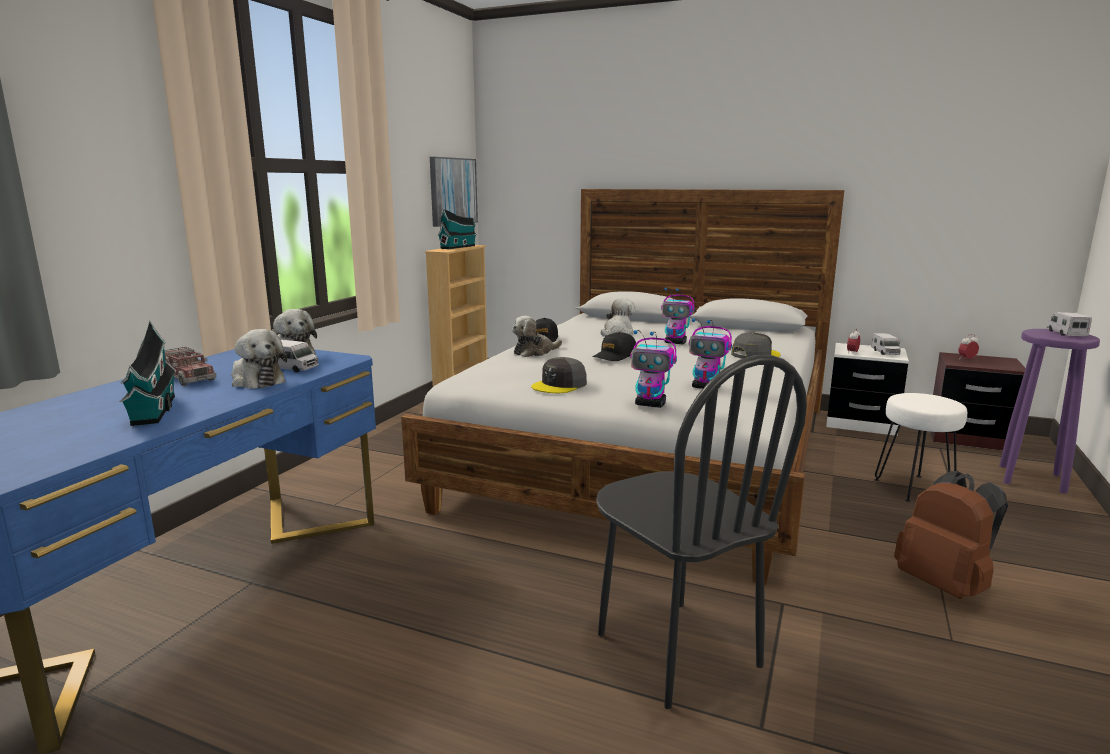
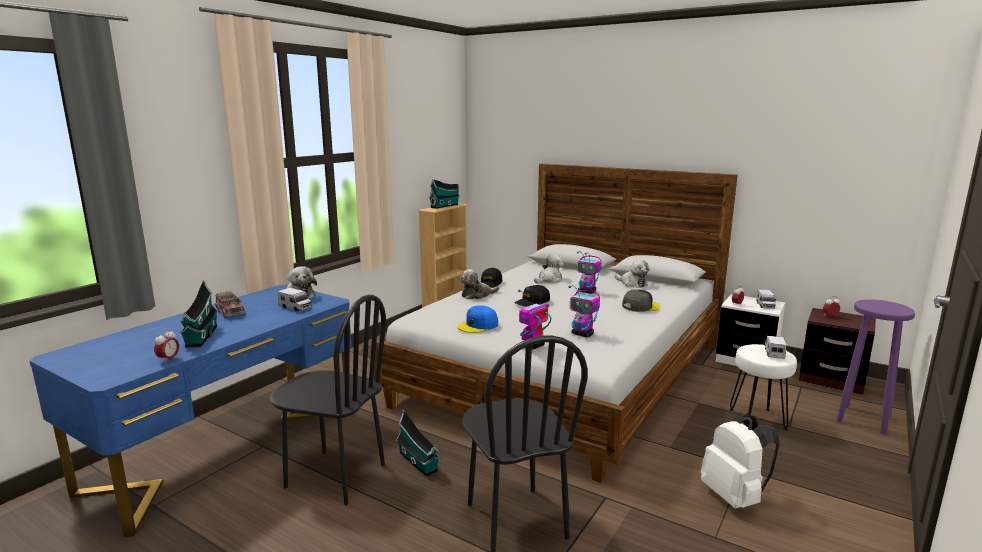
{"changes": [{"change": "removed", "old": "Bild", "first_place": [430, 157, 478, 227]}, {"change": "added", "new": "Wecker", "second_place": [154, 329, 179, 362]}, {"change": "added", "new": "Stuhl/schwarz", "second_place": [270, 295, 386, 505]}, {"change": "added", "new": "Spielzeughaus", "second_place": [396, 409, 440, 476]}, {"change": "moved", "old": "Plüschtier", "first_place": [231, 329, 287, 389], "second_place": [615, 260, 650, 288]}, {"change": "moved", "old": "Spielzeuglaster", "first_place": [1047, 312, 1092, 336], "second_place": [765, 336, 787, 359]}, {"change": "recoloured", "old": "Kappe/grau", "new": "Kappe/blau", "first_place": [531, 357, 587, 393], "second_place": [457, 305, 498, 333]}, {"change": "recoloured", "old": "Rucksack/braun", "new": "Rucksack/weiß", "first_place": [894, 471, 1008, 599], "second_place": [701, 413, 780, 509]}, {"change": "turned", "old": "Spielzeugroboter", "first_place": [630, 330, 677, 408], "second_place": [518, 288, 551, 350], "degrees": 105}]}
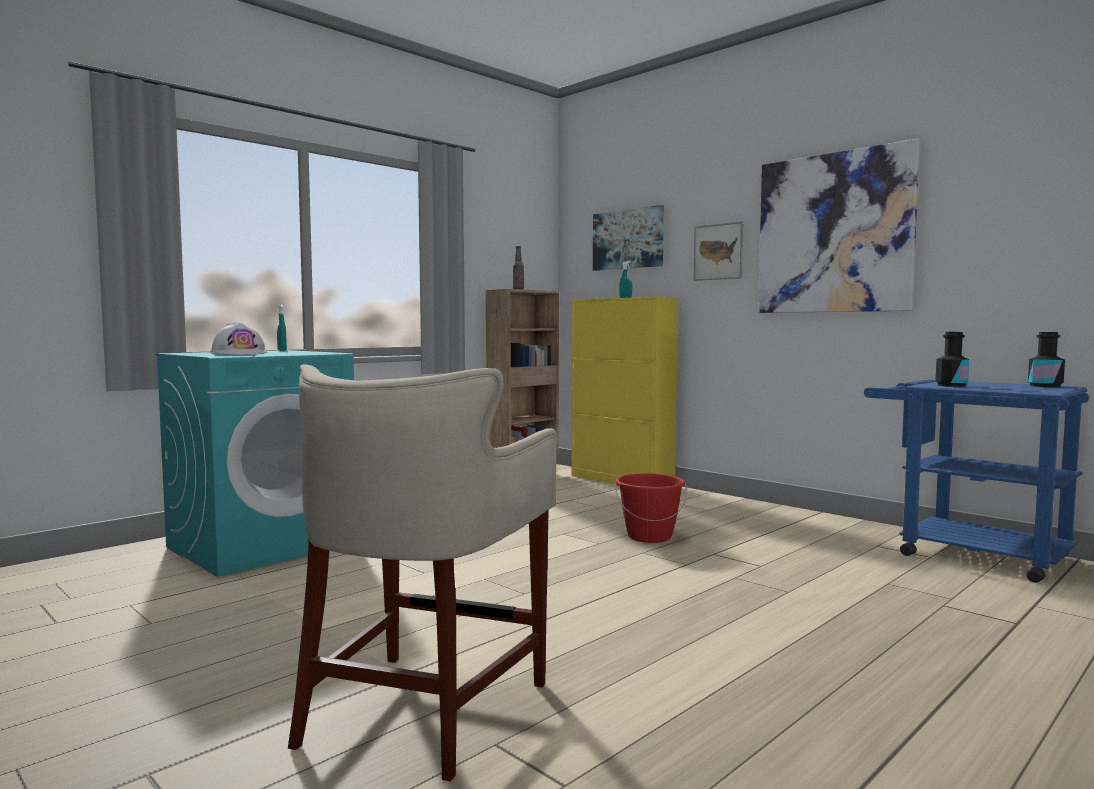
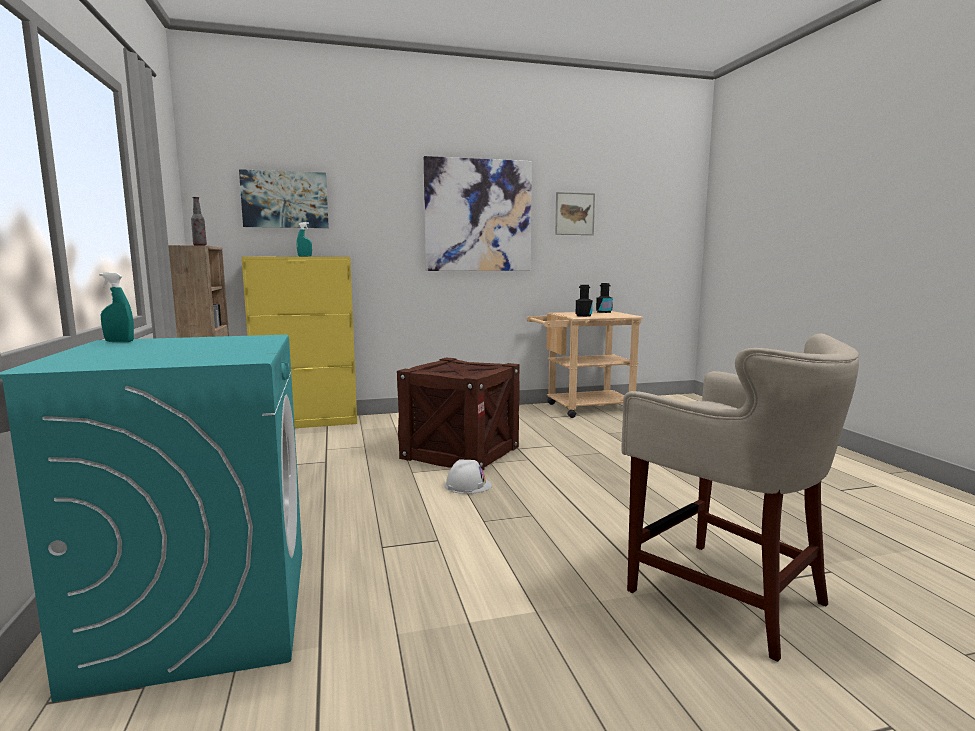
{"changes": [{"change": "moved", "old": "Schutzhelm/weiß", "first_place": [211, 322, 267, 355], "second_place": [445, 459, 492, 494]}, {"change": "moved", "old": "Bild", "first_place": [693, 221, 744, 281], "second_place": [555, 192, 595, 235]}, {"change": "replaced", "old": "Eimer/rot", "new": "Kiste", "first_place": [615, 474, 687, 543], "second_place": [397, 357, 520, 470]}, {"change": "recoloured", "old": "Rollwagen/blau", "new": "Rollwagen/beige", "first_place": [864, 380, 1089, 583], "second_place": [527, 311, 643, 418]}]}
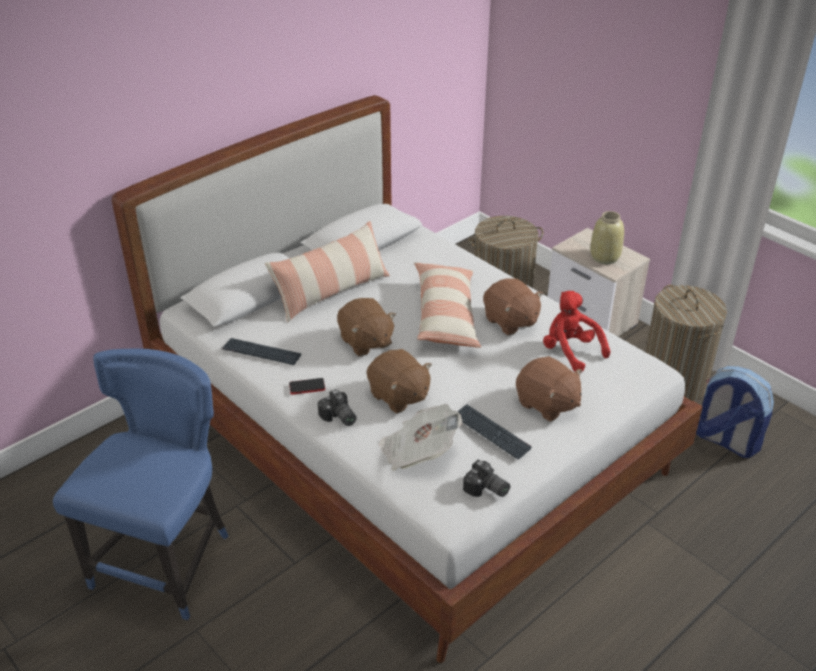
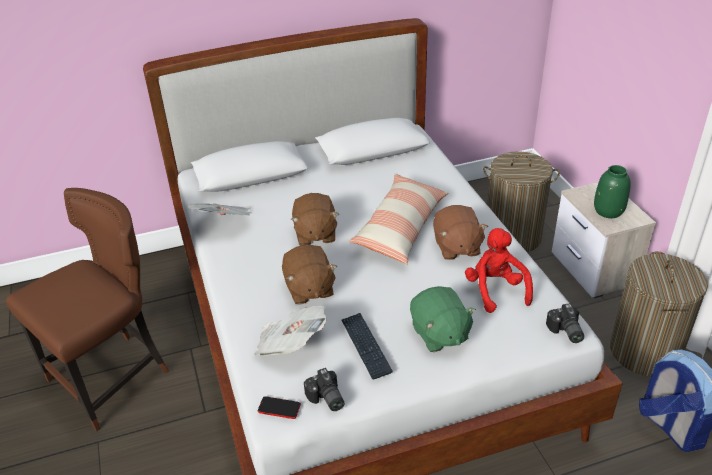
{"changes": [{"change": "removed", "old": "Kissen", "first_place": [265, 221, 390, 322]}, {"change": "moved", "old": "Handy", "first_place": [289, 378, 325, 394], "second_place": [258, 396, 301, 419]}, {"change": "moved", "old": "Kamera", "first_place": [318, 389, 357, 426], "second_place": [546, 304, 584, 343]}, {"change": "replaced", "old": "Tastatur", "new": "Zeitung", "first_place": [222, 338, 301, 365], "second_place": [188, 203, 252, 215]}, {"change": "recoloured", "old": "Stuhl/blau", "new": "Stuhl/braun", "first_place": [53, 349, 229, 620], "second_place": [6, 188, 169, 431]}, {"change": "recoloured", "old": "Plüschtier/braun", "new": "Plüschtier/grün", "first_place": [516, 356, 582, 422], "second_place": [410, 286, 476, 352]}, {"change": "recoloured", "old": "Vase/beige", "new": "Vase/grün", "first_place": [590, 211, 624, 264], "second_place": [594, 165, 631, 218]}]}
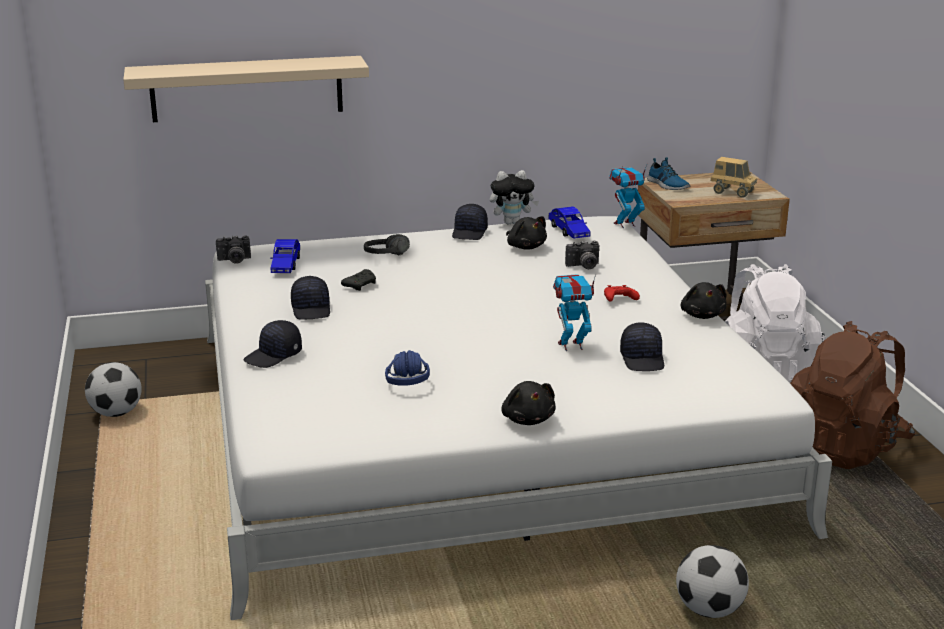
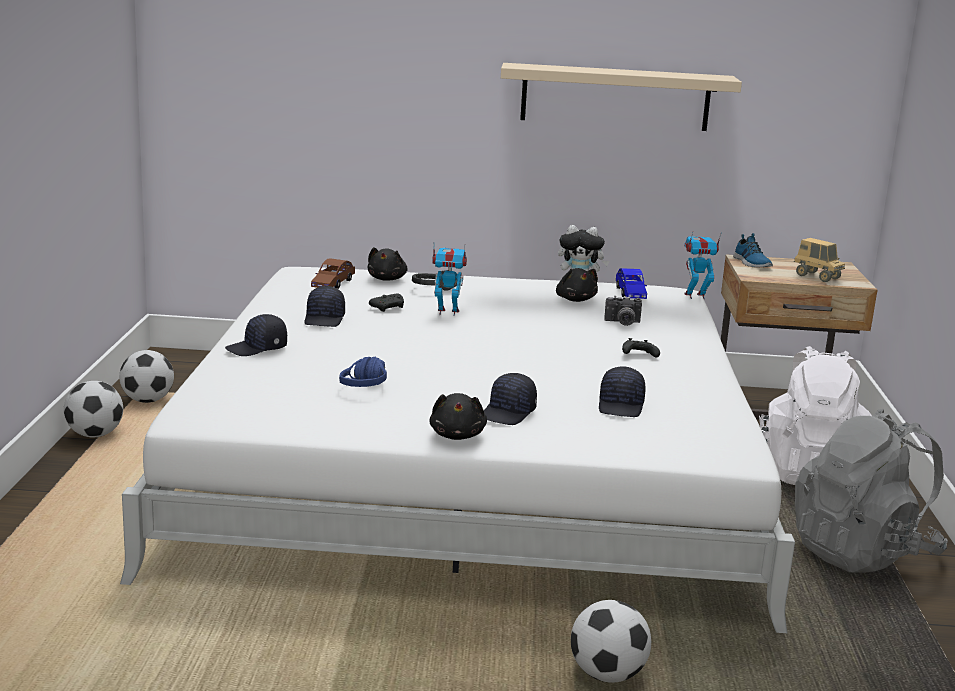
{"changes": [{"change": "removed", "old": "Kamera", "first_place": [216, 235, 251, 264]}, {"change": "added", "new": "Fußball", "second_place": [64, 381, 123, 437]}, {"change": "moved", "old": "Wandregal/beige", "first_place": [123, 56, 369, 122], "second_place": [501, 63, 742, 131]}, {"change": "moved", "old": "Kappe/schwarz", "first_place": [452, 204, 488, 240], "second_place": [484, 373, 537, 425]}, {"change": "moved", "old": "Spielzeugroboter", "first_place": [553, 274, 596, 351], "second_place": [432, 242, 467, 316]}, {"change": "moved", "old": "Plüschtier/schwarz", "first_place": [681, 282, 727, 319], "second_place": [368, 247, 407, 281]}, {"change": "recoloured", "old": "Spielzeugauto/blau", "new": "Spielzeugauto/braun", "first_place": [270, 239, 300, 273], "second_place": [311, 258, 355, 289]}, {"change": "recoloured", "old": "Gamepad/rot", "new": "Gamepad/schwarz", "first_place": [604, 285, 640, 302], "second_place": [622, 338, 660, 357]}, {"change": "recoloured", "old": "Rucksack/braun", "new": "Rucksack/grau", "first_place": [790, 321, 915, 469], "second_place": [795, 409, 948, 573]}]}
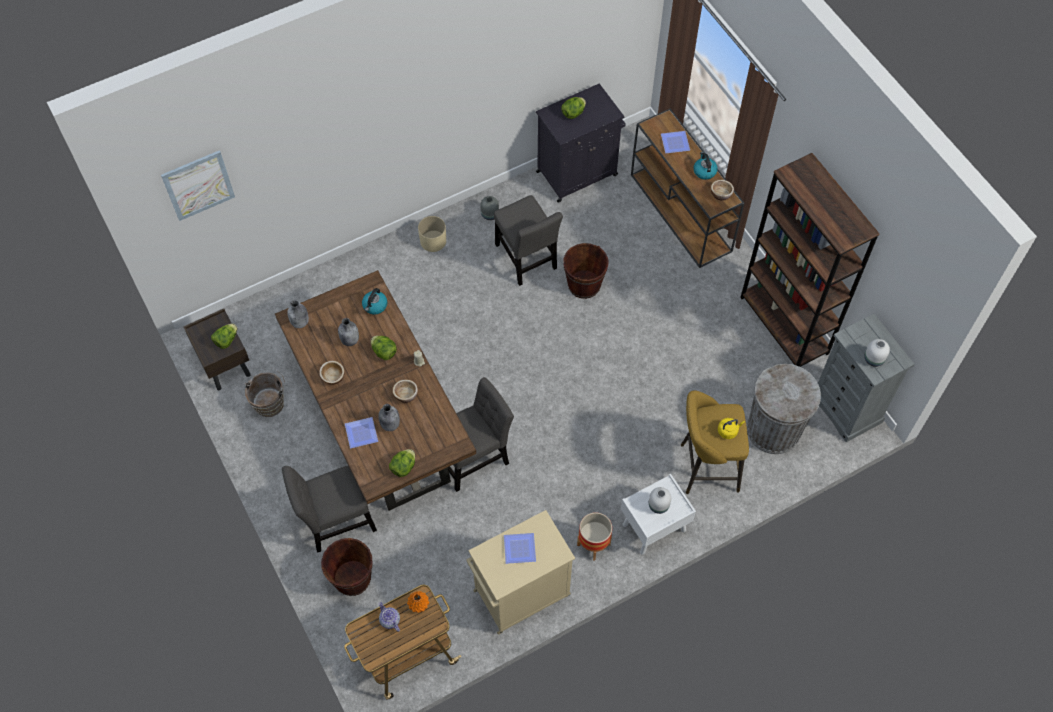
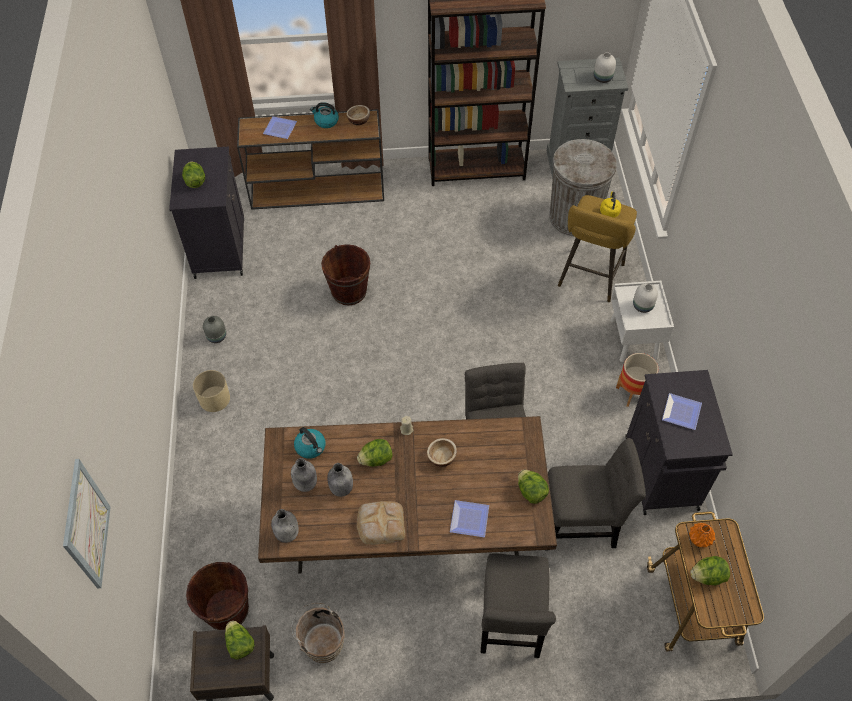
{"changes": [{"change": "moved", "old": "Eimer/braun", "first_place": [321, 538, 372, 596], "second_place": [186, 562, 249, 630]}, {"change": "moved", "old": "Flasche/grau", "first_place": [378, 404, 400, 431], "second_place": [291, 458, 317, 492]}, {"change": "moved", "old": "Stuhl/grau", "first_place": [494, 195, 563, 286], "second_place": [545, 438, 646, 551]}, {"change": "replaced", "old": "Schüssel", "new": "Brot", "first_place": [319, 361, 345, 384], "second_place": [357, 501, 405, 545]}, {"change": "replaced", "old": "Teekanne", "new": "Salatkopf", "first_place": [379, 602, 400, 632], "second_place": [690, 556, 730, 585]}, {"change": "recoloured", "old": "Schrank/beige", "new": "Schrank/schwarz", "first_place": [466, 510, 575, 634], "second_place": [625, 370, 733, 515]}]}
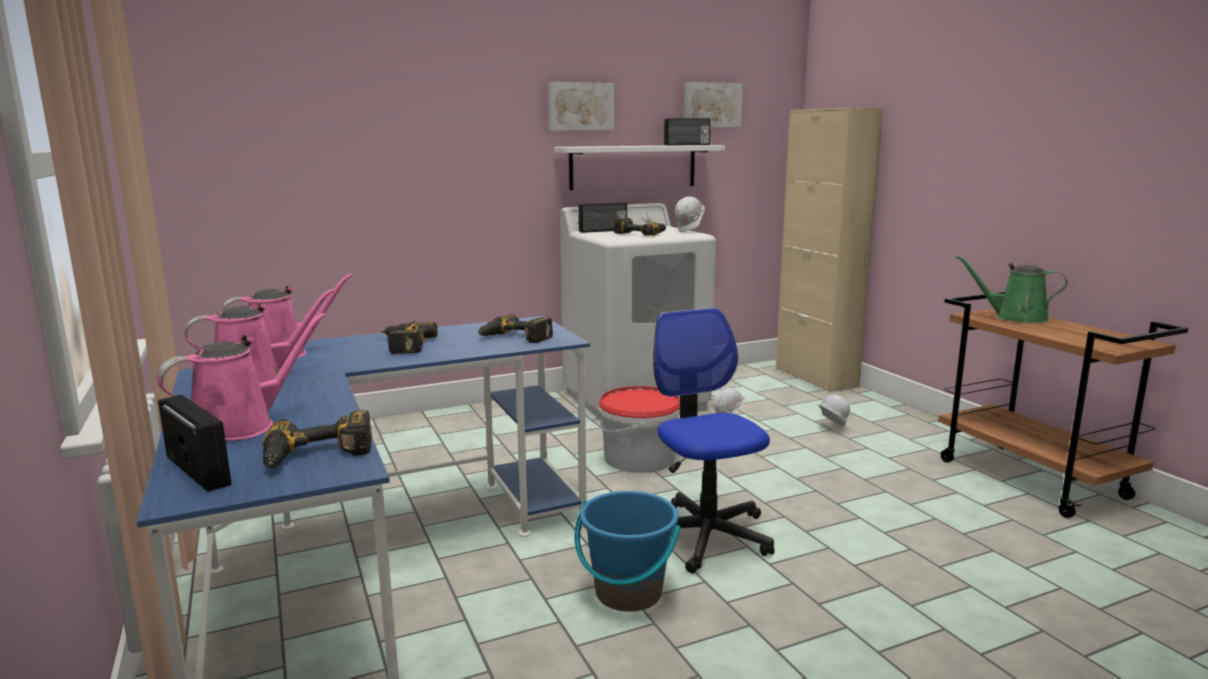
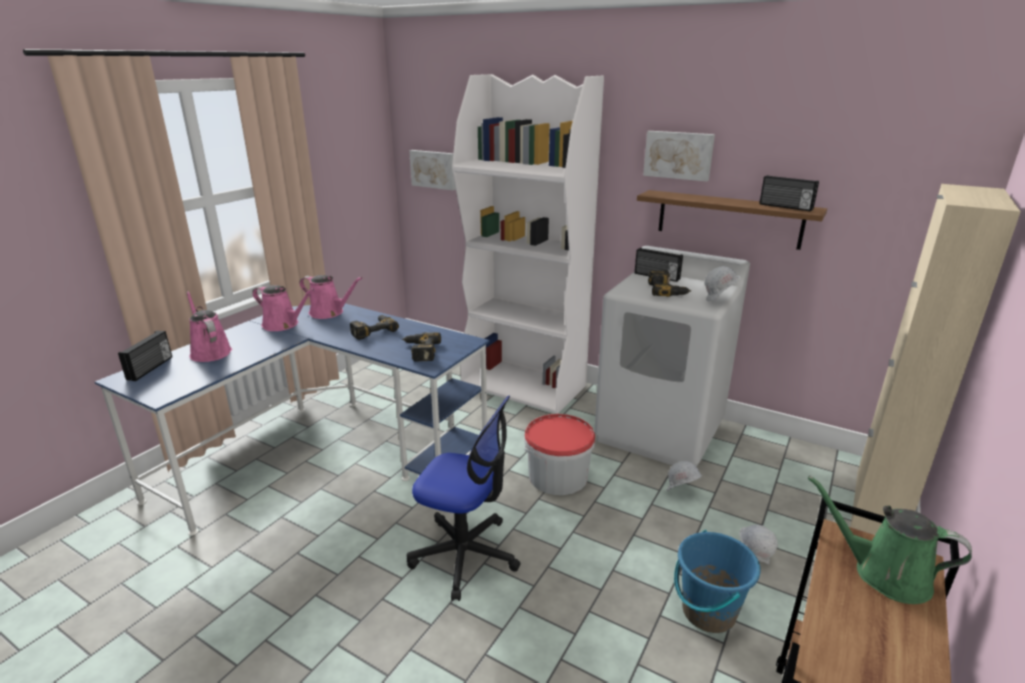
{"changes": [{"change": "removed", "old": "Bohrmaschine", "first_place": [263, 410, 372, 468]}, {"change": "added", "new": "Bücherregal/weiß", "second_place": [452, 74, 604, 414]}, {"change": "moved", "old": "Eimer/blau", "first_place": [574, 491, 681, 612], "second_place": [674, 530, 761, 633]}, {"change": "moved", "old": "Bild", "first_place": [684, 82, 743, 127], "second_place": [409, 150, 456, 190]}, {"change": "recoloured", "old": "Wandregal/weiß", "new": "Wandregal/braun", "first_place": [554, 145, 725, 190], "second_place": [637, 190, 827, 250]}, {"change": "turned", "old": "Gießkanne/rosa", "first_place": [156, 313, 326, 441], "second_place": [187, 291, 232, 362], "degrees": -135}, {"change": "turned", "old": "Bürostuhl", "first_place": [653, 308, 775, 573], "second_place": [406, 396, 521, 601], "degrees": 75}, {"change": "turned", "old": "Gießkanne/grün", "first_place": [956, 255, 1068, 323], "second_place": [808, 475, 972, 604], "degrees": -45}]}
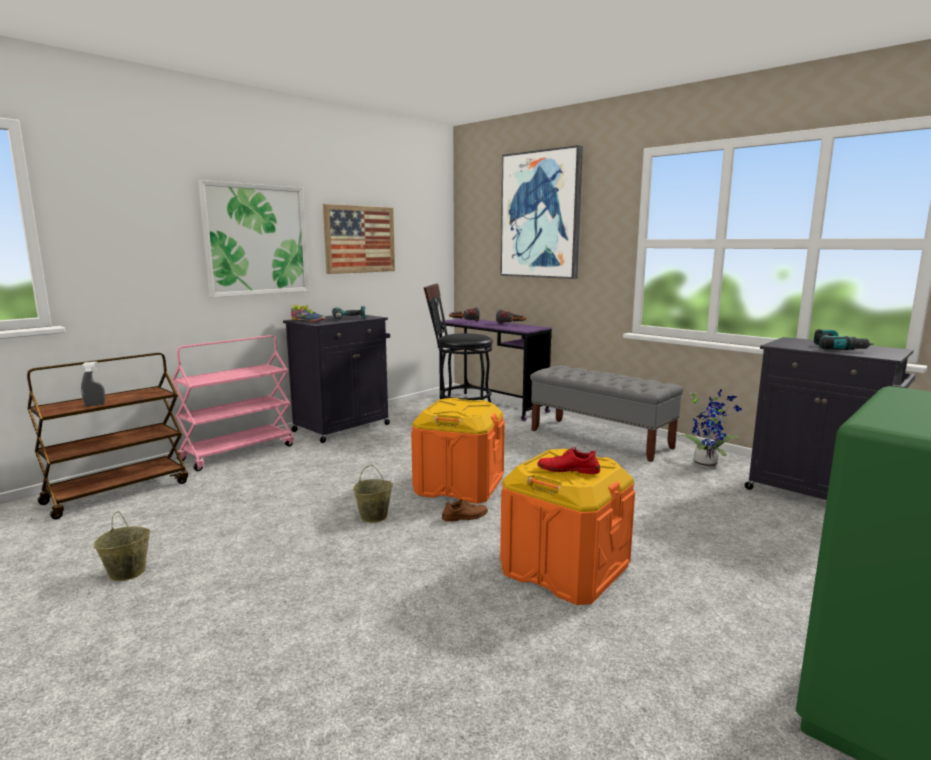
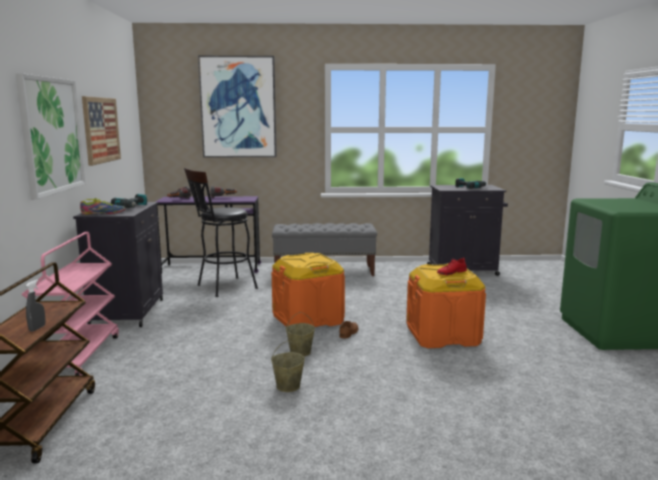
{"changes": [{"change": "removed", "old": "Topfpflanze", "first_place": [678, 389, 742, 468]}, {"change": "moved", "old": "Eimer/beige", "first_place": [94, 511, 151, 581], "second_place": [271, 340, 305, 392]}]}
